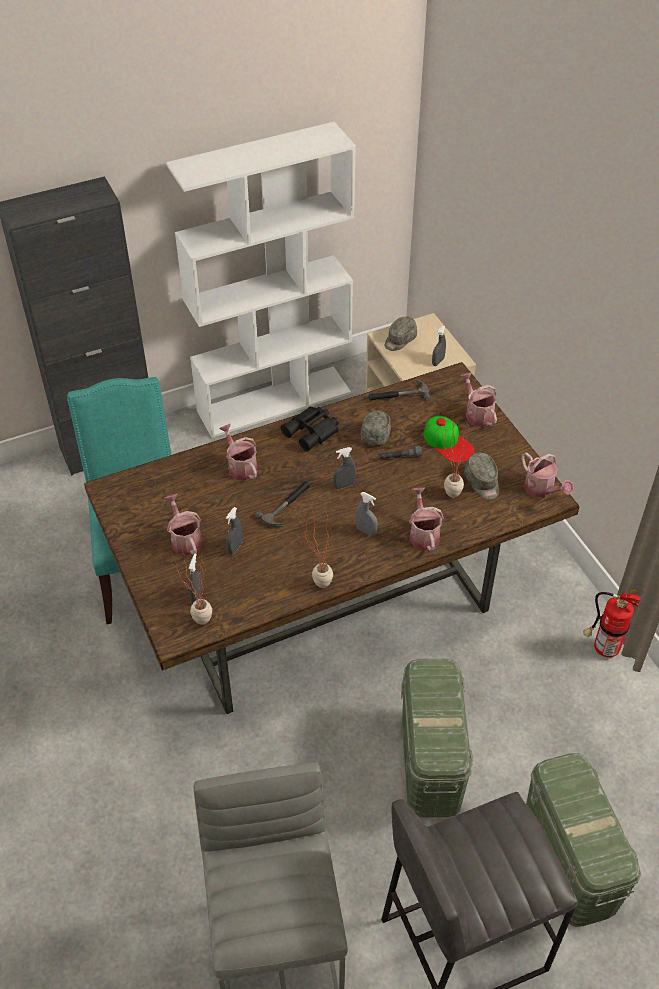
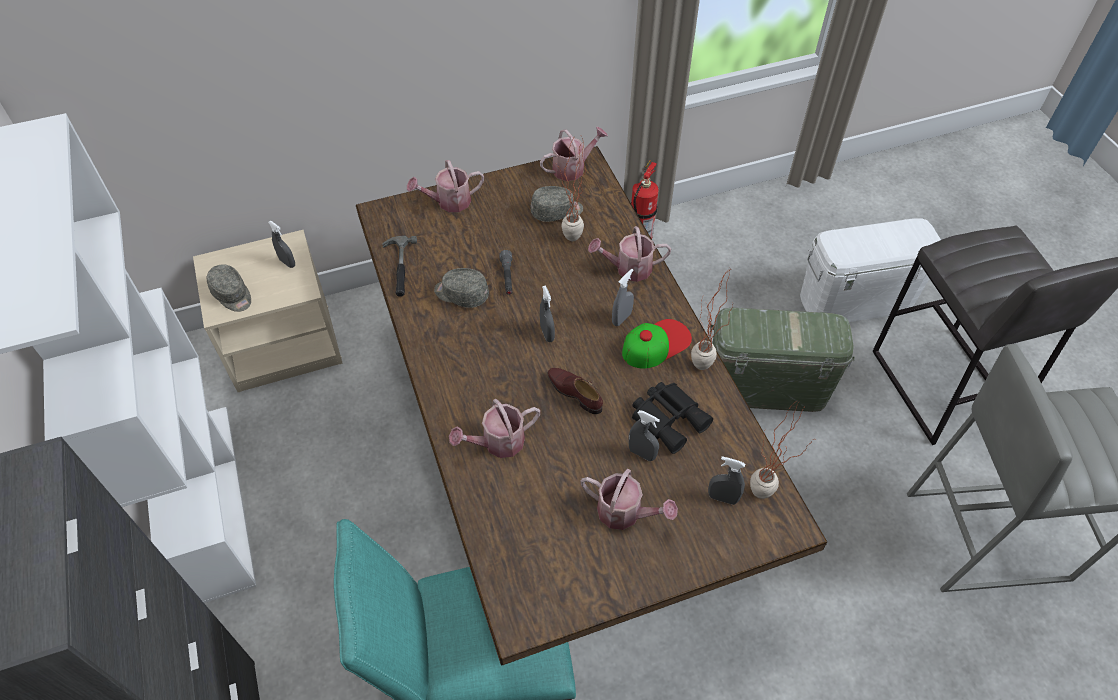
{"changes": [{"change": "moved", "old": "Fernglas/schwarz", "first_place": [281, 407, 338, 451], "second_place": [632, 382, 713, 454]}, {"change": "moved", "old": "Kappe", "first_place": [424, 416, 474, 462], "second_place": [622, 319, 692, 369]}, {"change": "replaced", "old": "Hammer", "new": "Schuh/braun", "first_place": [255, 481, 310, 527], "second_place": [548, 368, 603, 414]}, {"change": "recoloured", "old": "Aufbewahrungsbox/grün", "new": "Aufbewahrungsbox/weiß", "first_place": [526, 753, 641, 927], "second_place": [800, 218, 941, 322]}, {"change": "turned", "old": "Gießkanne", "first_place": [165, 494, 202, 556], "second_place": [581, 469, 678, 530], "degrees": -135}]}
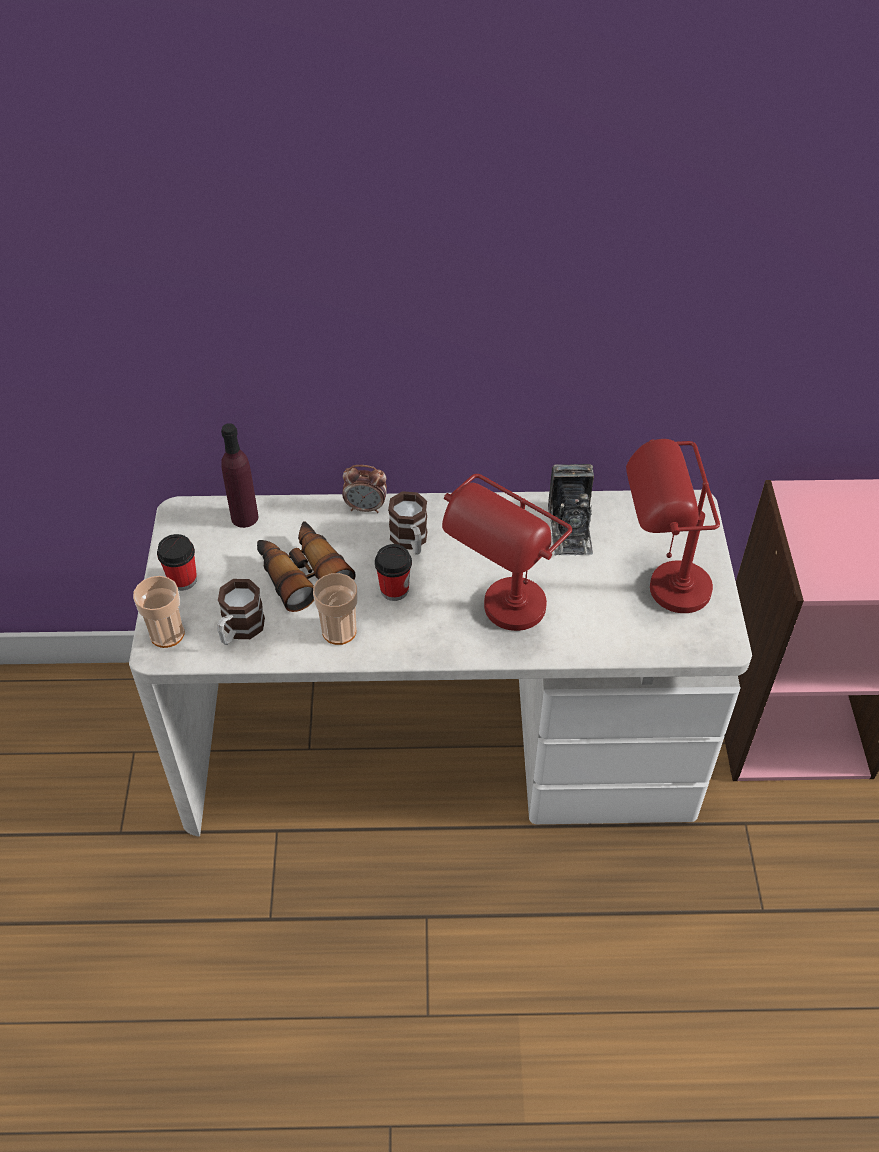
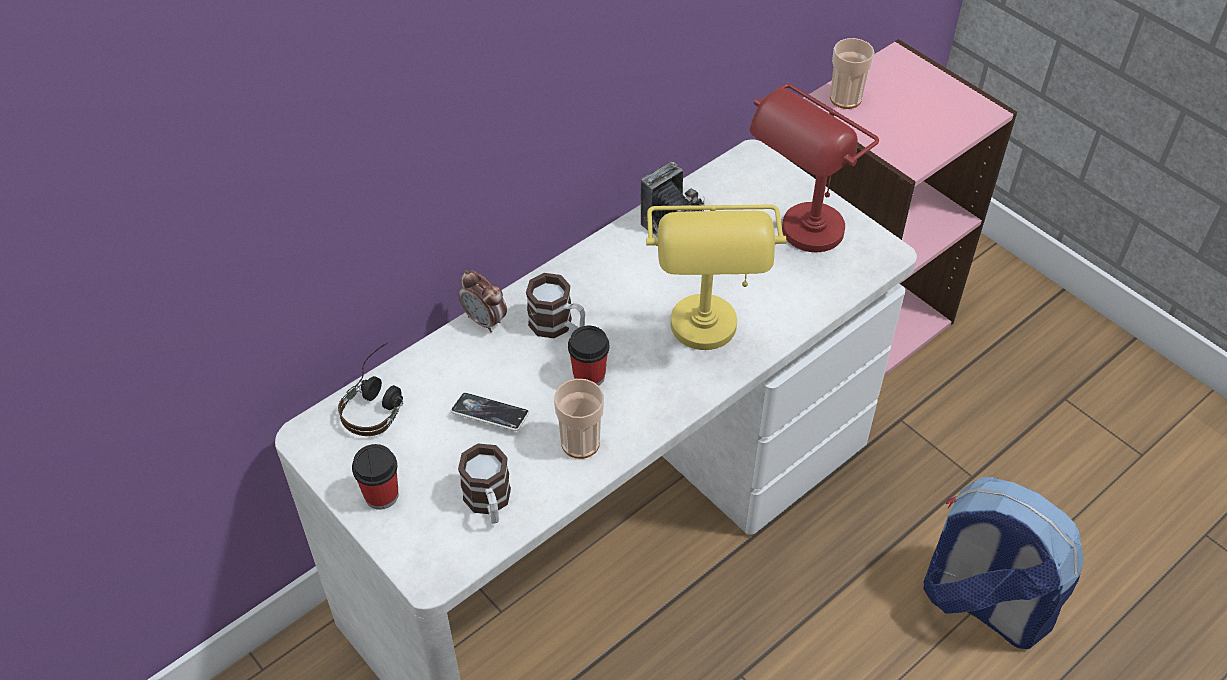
{"changes": [{"change": "added", "new": "Rucksack", "second_place": [923, 477, 1084, 649]}, {"change": "moved", "old": "Tasse", "first_place": [133, 576, 184, 648], "second_place": [830, 38, 875, 109]}, {"change": "replaced", "old": "Flasche/lila", "new": "Kopfhörer", "first_place": [221, 423, 258, 528], "second_place": [338, 343, 403, 436]}, {"change": "replaced", "old": "Fernglas", "new": "Handy", "first_place": [257, 521, 356, 612], "second_place": [451, 393, 529, 431]}, {"change": "recoloured", "old": "Tischlampe/rot", "new": "Tischlampe/gelb", "first_place": [442, 474, 572, 631], "second_place": [646, 205, 786, 350]}, {"change": "turned", "old": "Wecker", "first_place": [343, 465, 387, 513], "second_place": [459, 270, 507, 332], "degrees": 75}]}
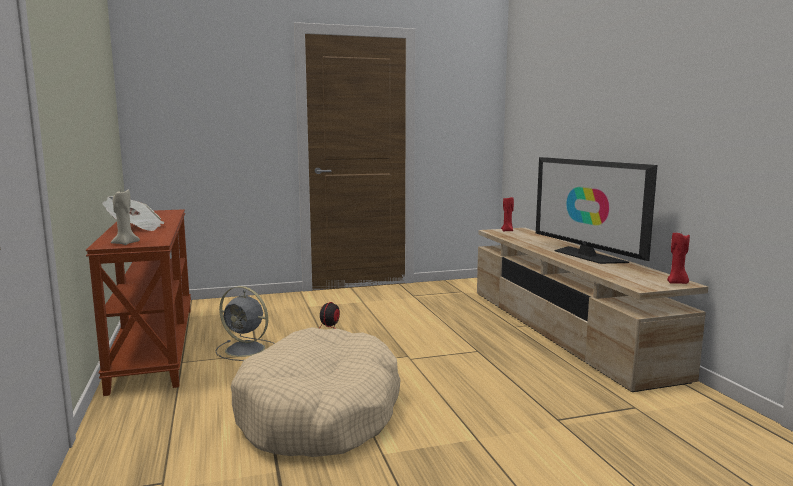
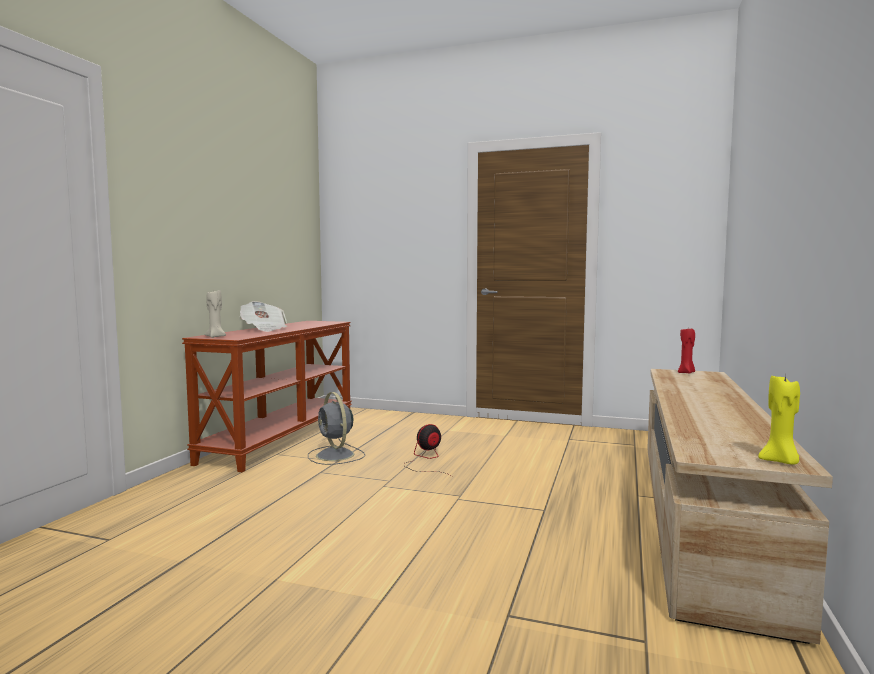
{"changes": [{"change": "removed", "old": "Hundebett/beige", "first_place": [231, 327, 401, 457]}, {"change": "removed", "old": "Fernseher", "first_place": [536, 157, 658, 264]}, {"change": "recoloured", "old": "Kerze/rot", "new": "Kerze/gelb", "first_place": [667, 230, 690, 284], "second_place": [758, 375, 800, 465]}]}
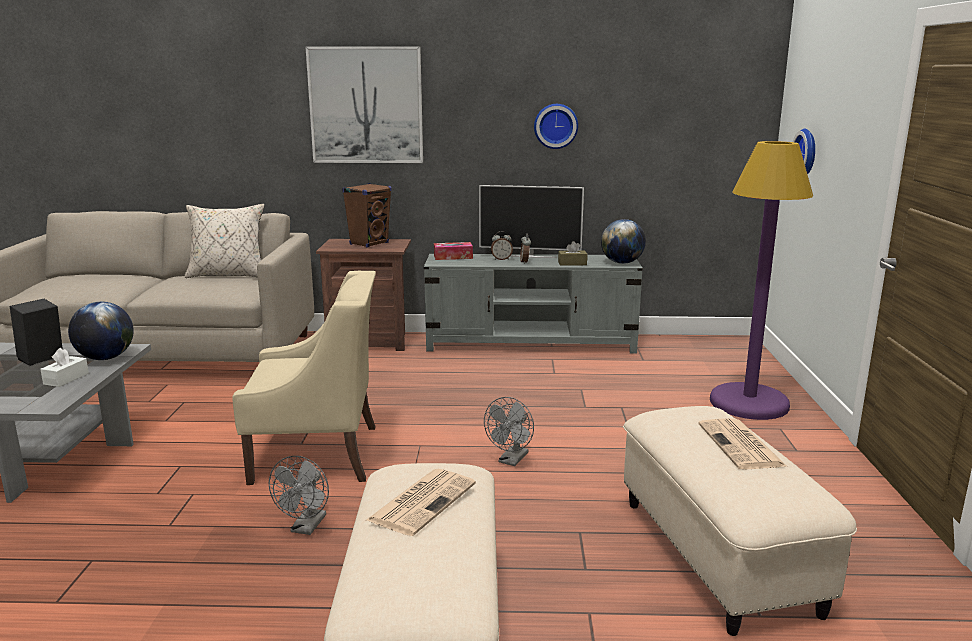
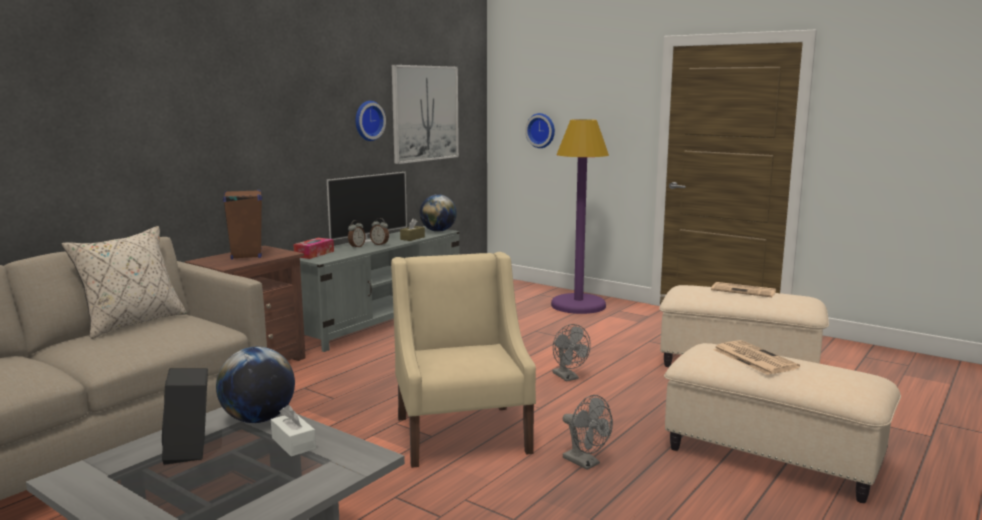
{"changes": [{"change": "moved", "old": "Bild", "first_place": [306, 46, 423, 163], "second_place": [392, 65, 459, 164]}, {"change": "turned", "old": "Sessel/beige", "first_place": [232, 271, 376, 485], "second_place": [391, 252, 536, 468], "degrees": -45}]}
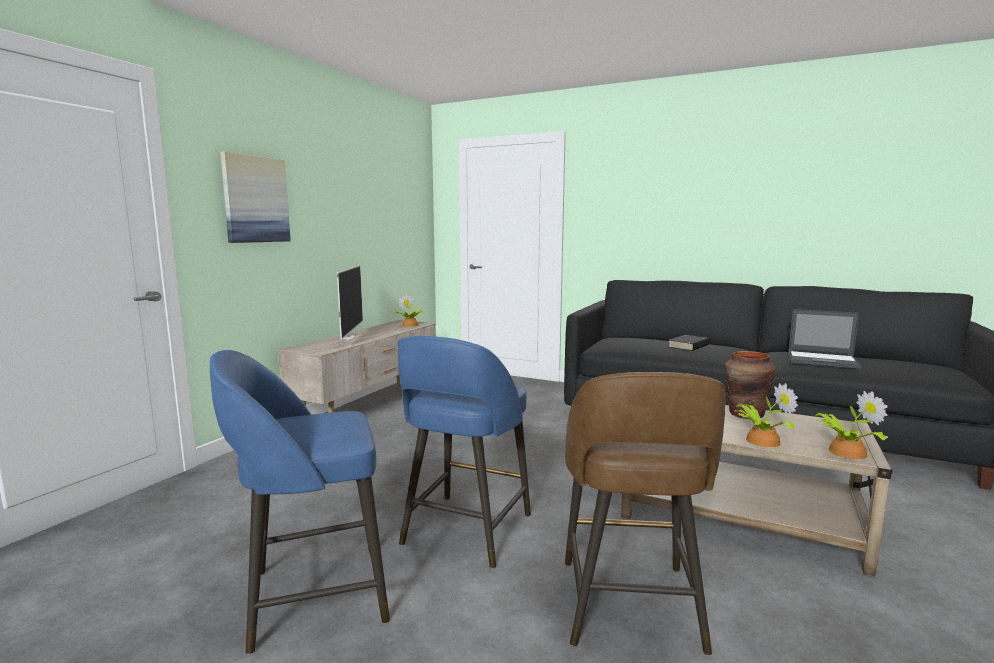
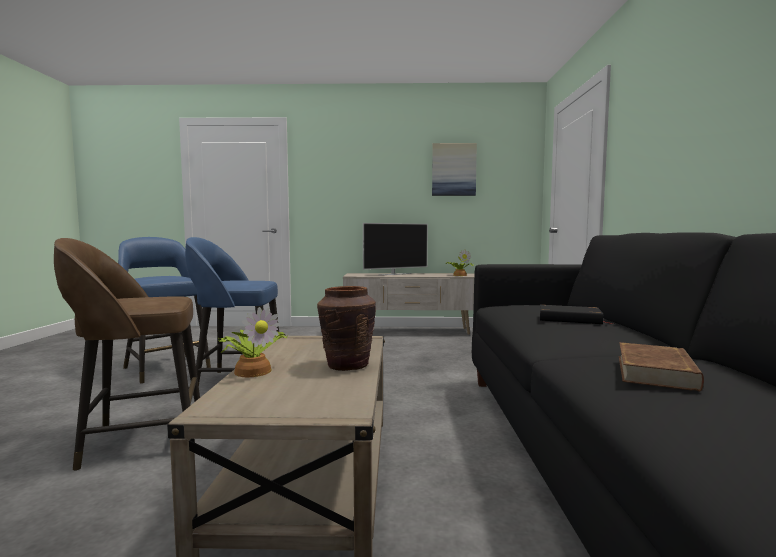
{"changes": [{"change": "removed", "old": "Topfpflanze", "first_place": [815, 391, 888, 459]}, {"change": "moved", "old": "Bild", "first_place": [220, 151, 291, 243], "second_place": [432, 143, 477, 196]}, {"change": "replaced", "old": "Laptop", "new": "Buch/braun", "first_place": [789, 309, 861, 369], "second_place": [619, 342, 704, 392]}]}
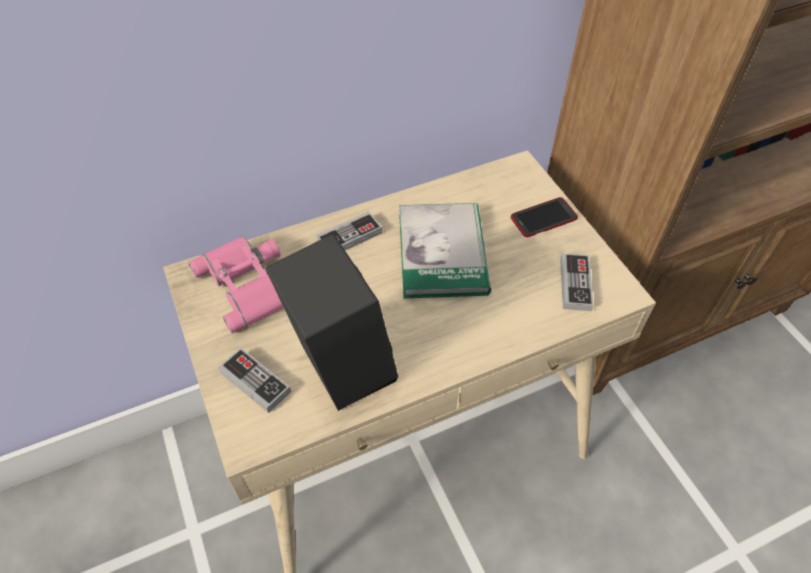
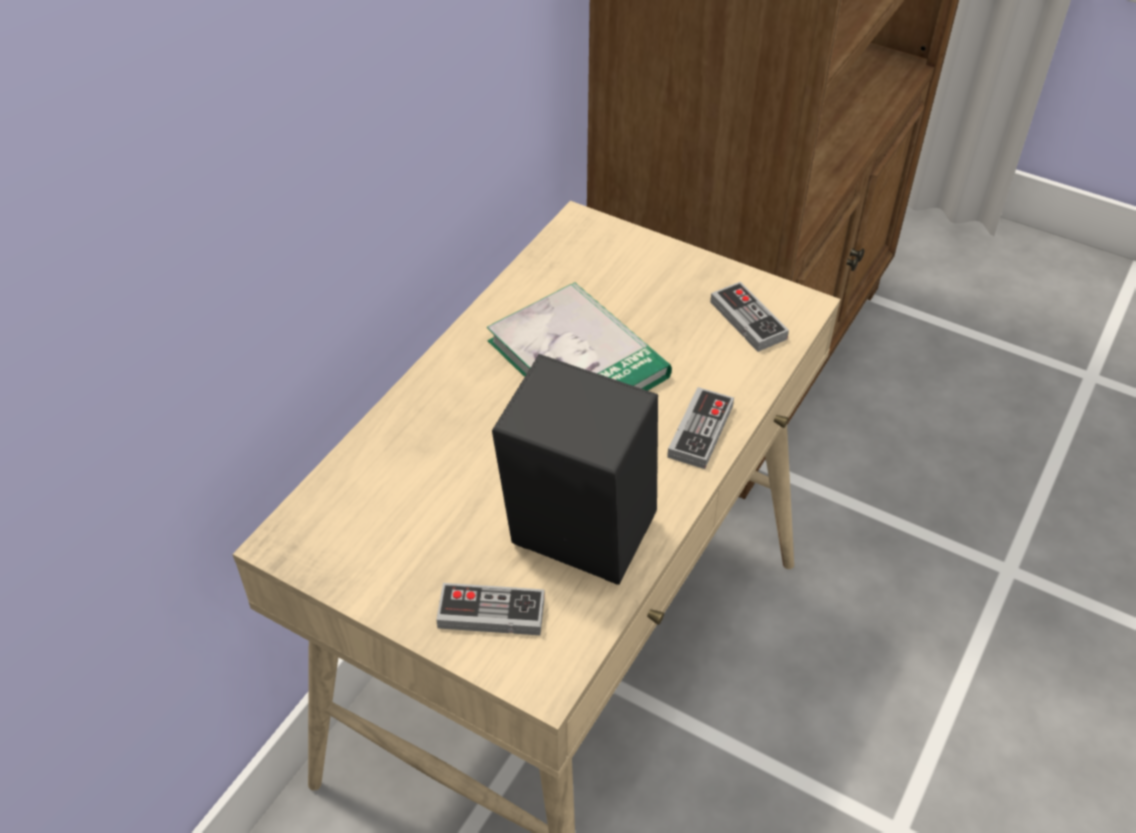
{"changes": [{"change": "removed", "old": "Fernglas/rosa", "first_place": [188, 236, 284, 333]}, {"change": "removed", "old": "Handy", "first_place": [511, 197, 578, 237]}, {"change": "moved", "old": "Gamepad", "first_place": [316, 211, 382, 250], "second_place": [667, 387, 734, 469]}]}
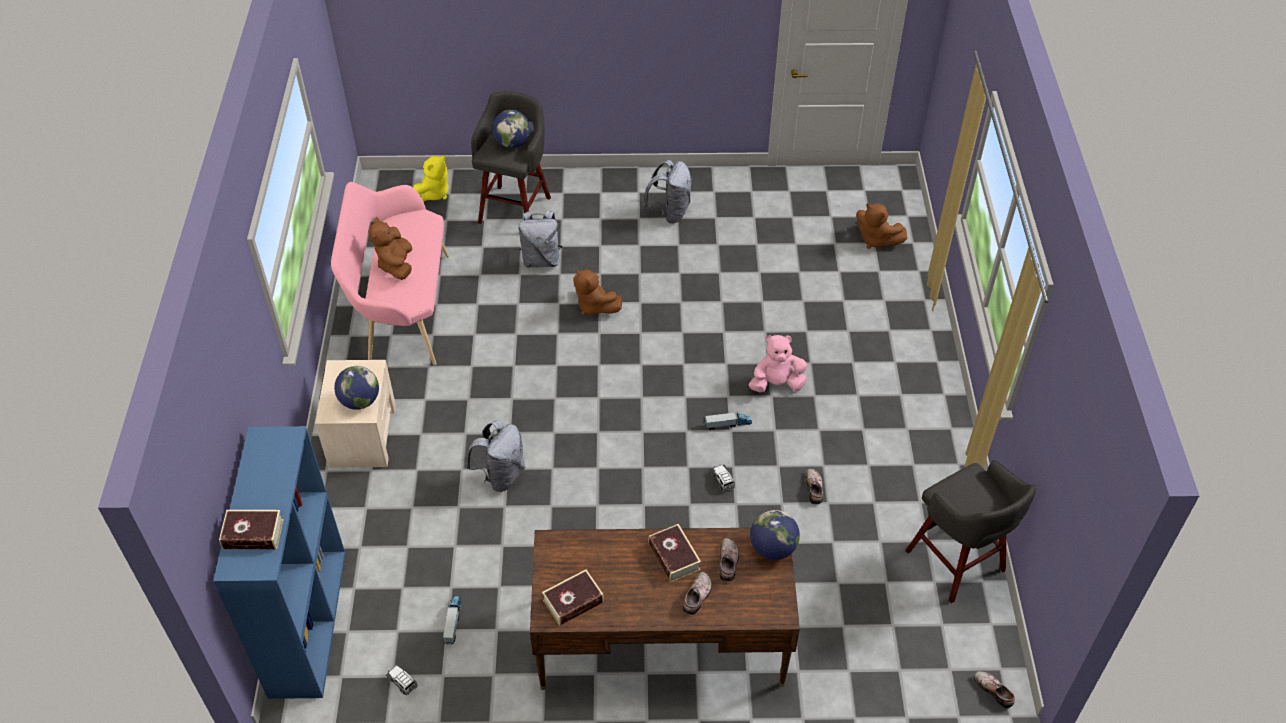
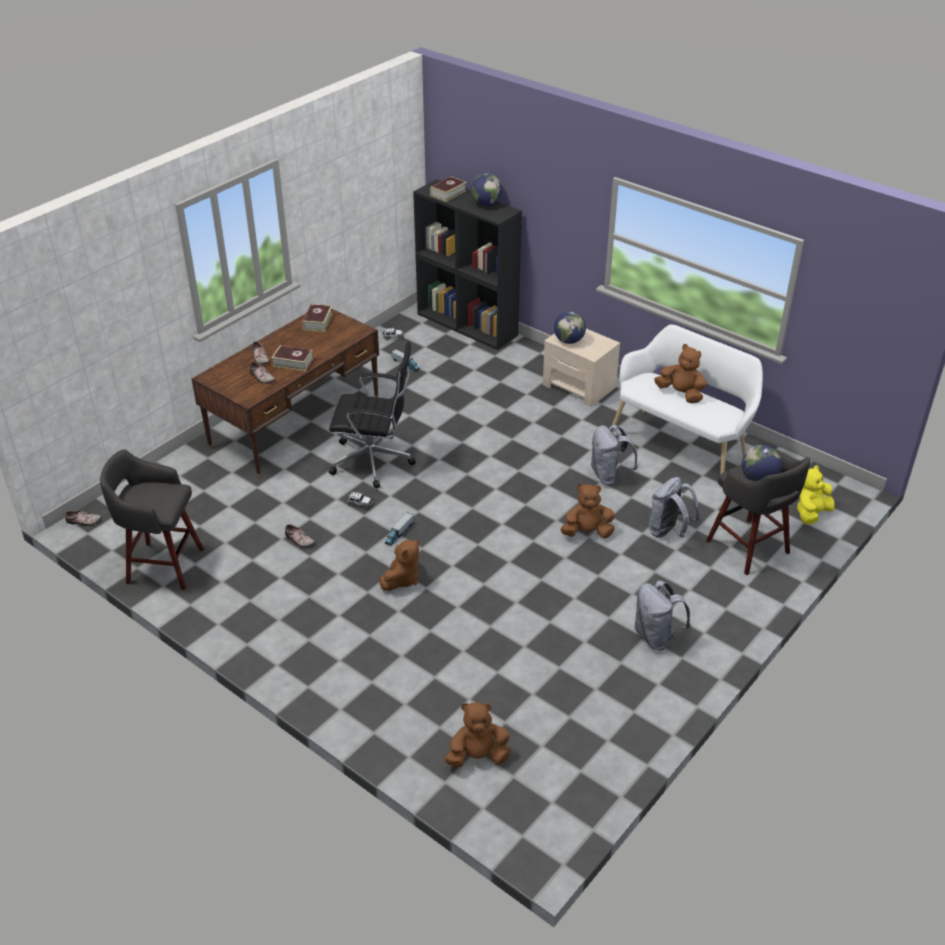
{"changes": [{"change": "added", "new": "Bürostuhl/schwarz", "second_place": [329, 341, 416, 488]}, {"change": "moved", "old": "Rucksack/grau", "first_place": [466, 420, 525, 492], "second_place": [591, 425, 638, 485]}, {"change": "moved", "old": "Globus", "first_place": [750, 510, 800, 560], "second_place": [471, 173, 502, 206]}, {"change": "recoloured", "old": "Bücherregal/blau", "new": "Bücherregal/schwarz", "first_place": [213, 426, 345, 699], "second_place": [413, 179, 522, 350]}, {"change": "recoloured", "old": "Bank/rosa", "new": "Bank/weiß", "first_place": [331, 182, 449, 365], "second_place": [612, 325, 763, 488]}, {"change": "recoloured", "old": "Plüschtier/rosa", "new": "Plüschtier/braun", "first_place": [749, 335, 807, 393], "second_place": [379, 539, 419, 591]}, {"change": "turned", "old": "Plüschtier/gelb", "first_place": [413, 155, 448, 202], "second_place": [797, 466, 835, 524], "degrees": 60}]}
